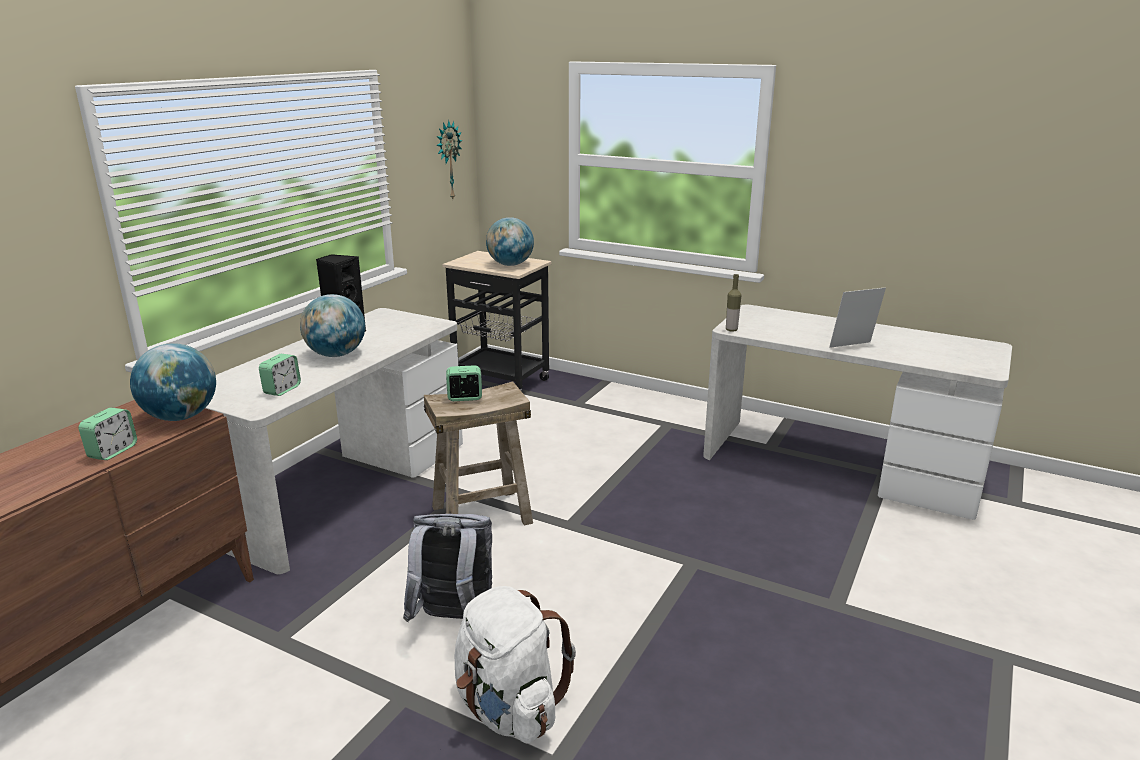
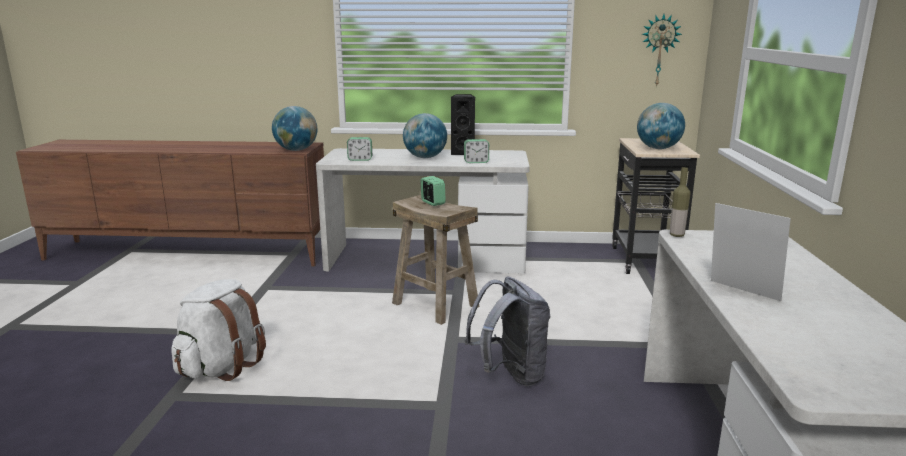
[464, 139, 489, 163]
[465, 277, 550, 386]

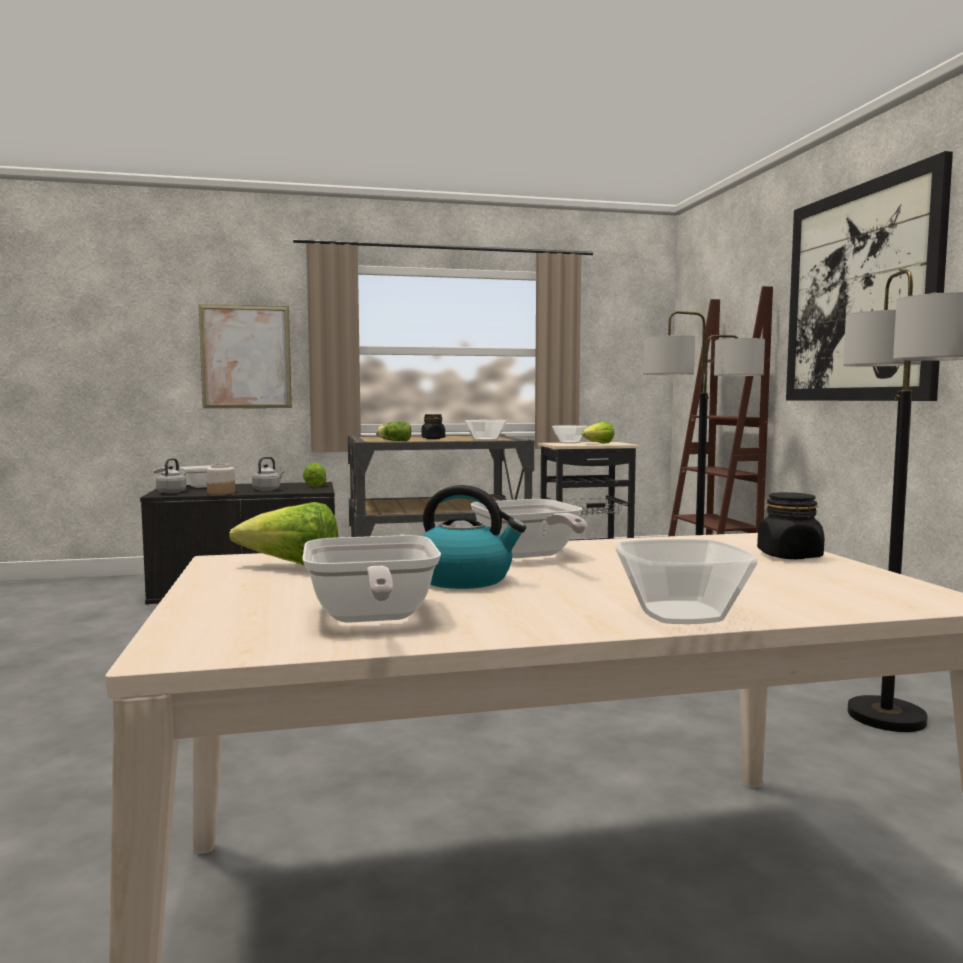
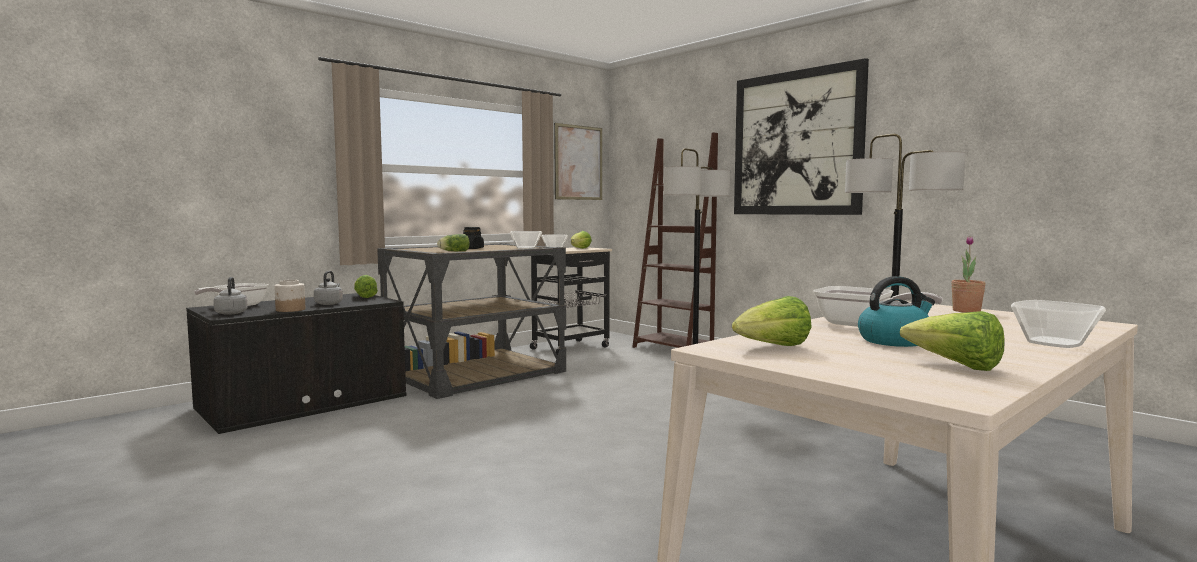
[554, 123, 602, 200]
[951, 236, 986, 313]
[900, 311, 1004, 371]

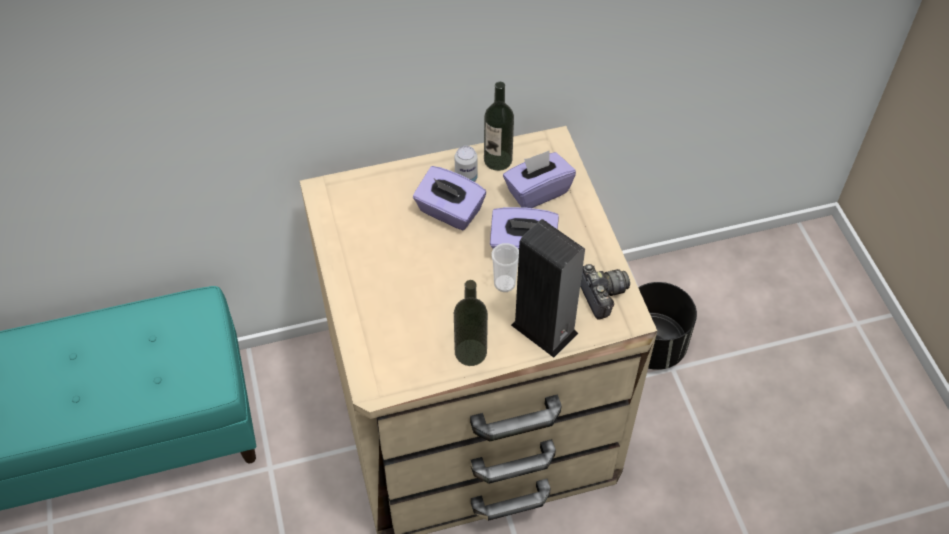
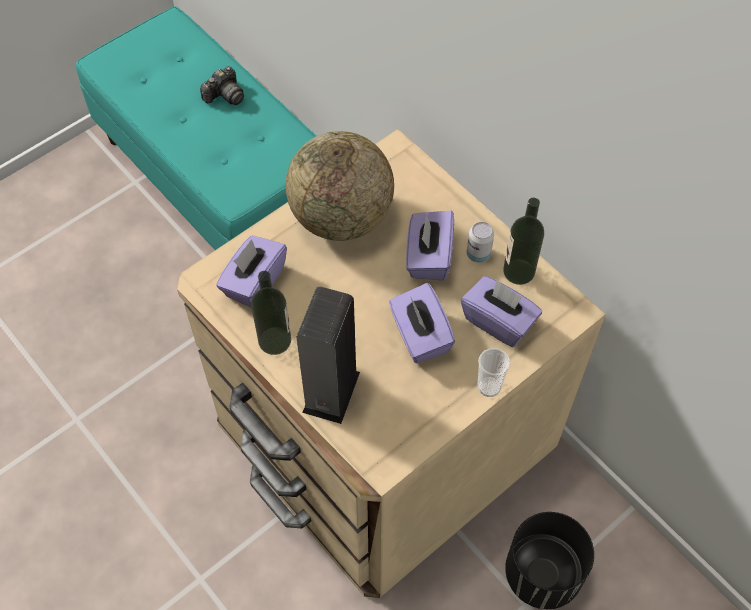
[477, 348, 510, 397]
[200, 66, 244, 105]
[285, 131, 394, 241]
[216, 235, 287, 308]

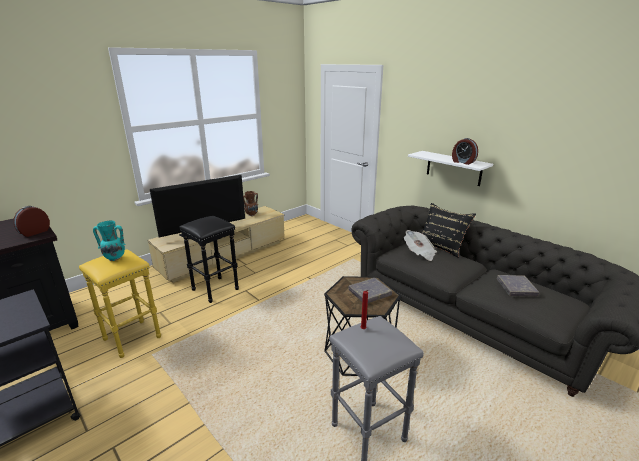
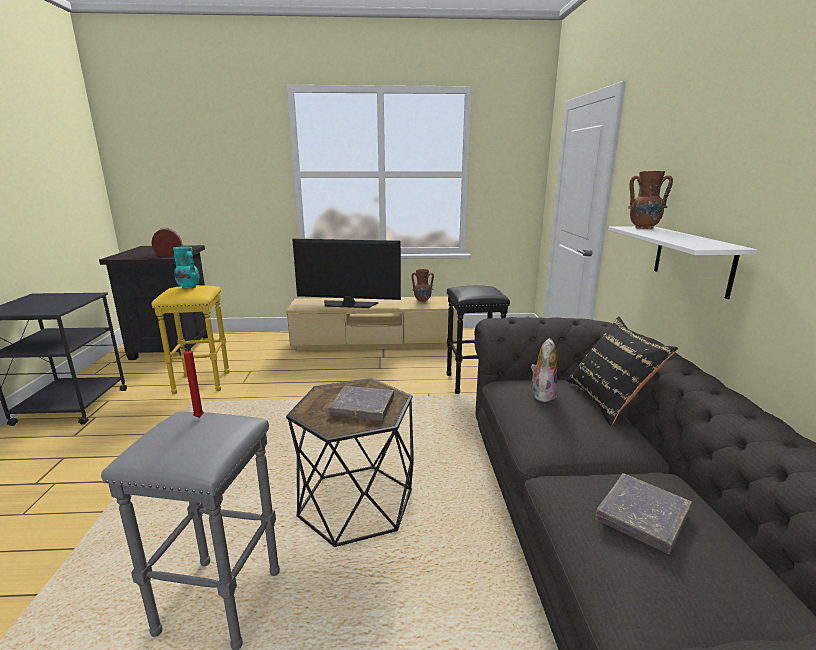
[452, 138, 478, 165] (first image)
[447, 285, 510, 394]
[531, 338, 557, 402]
[628, 171, 673, 229]

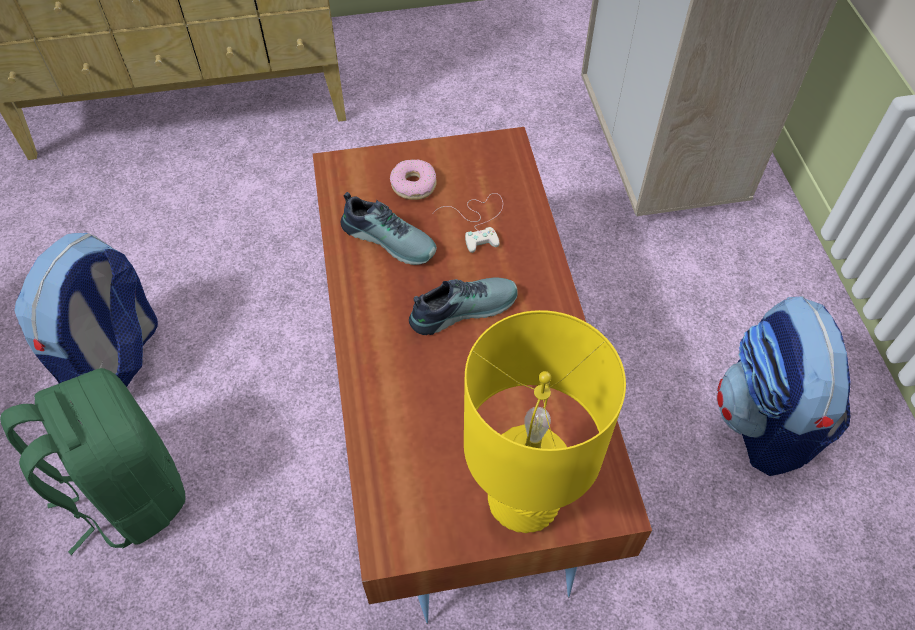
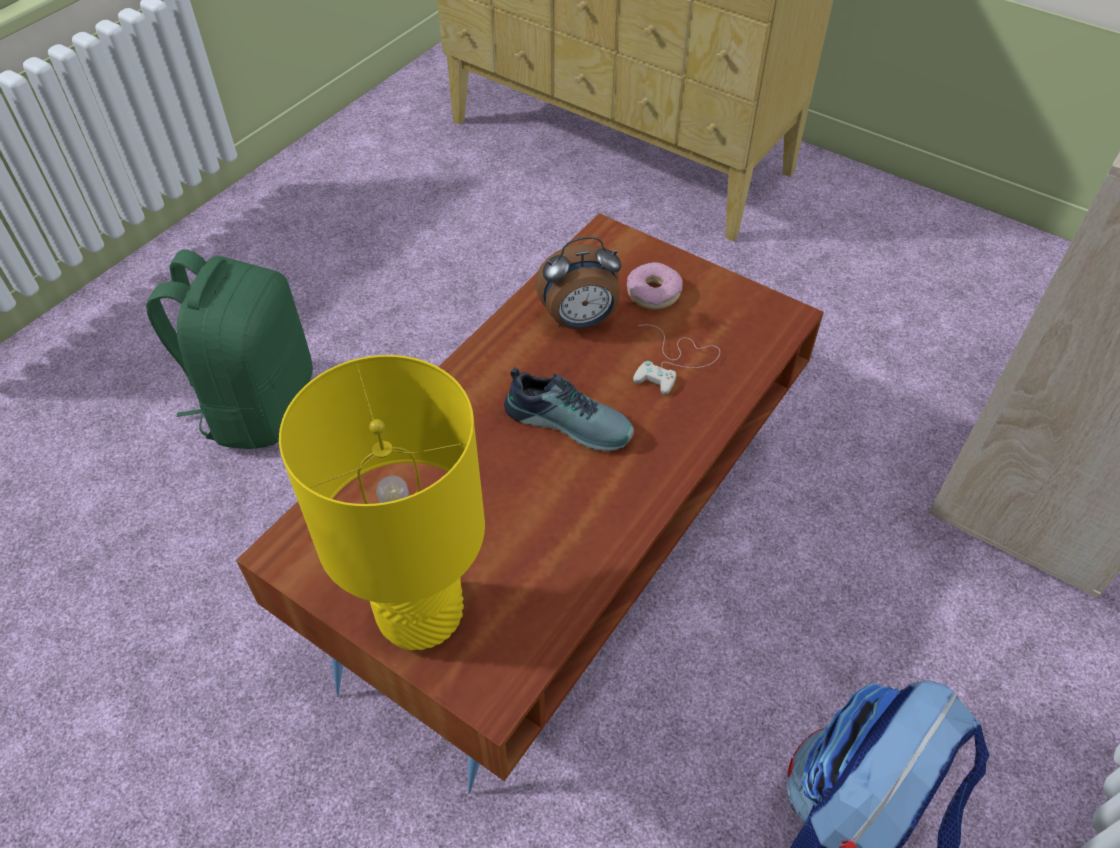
[535, 237, 622, 329]
[15, 233, 158, 387] (first image)

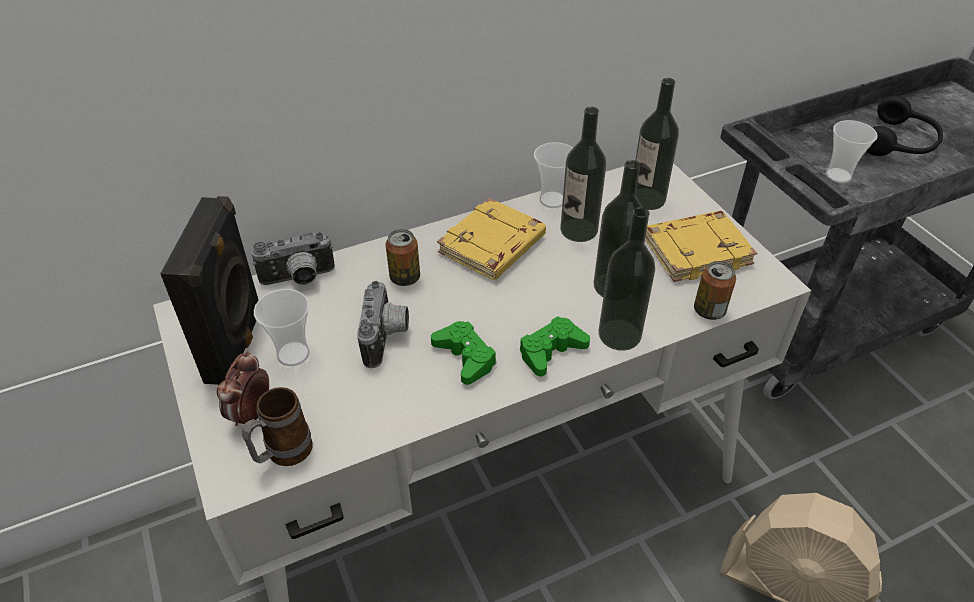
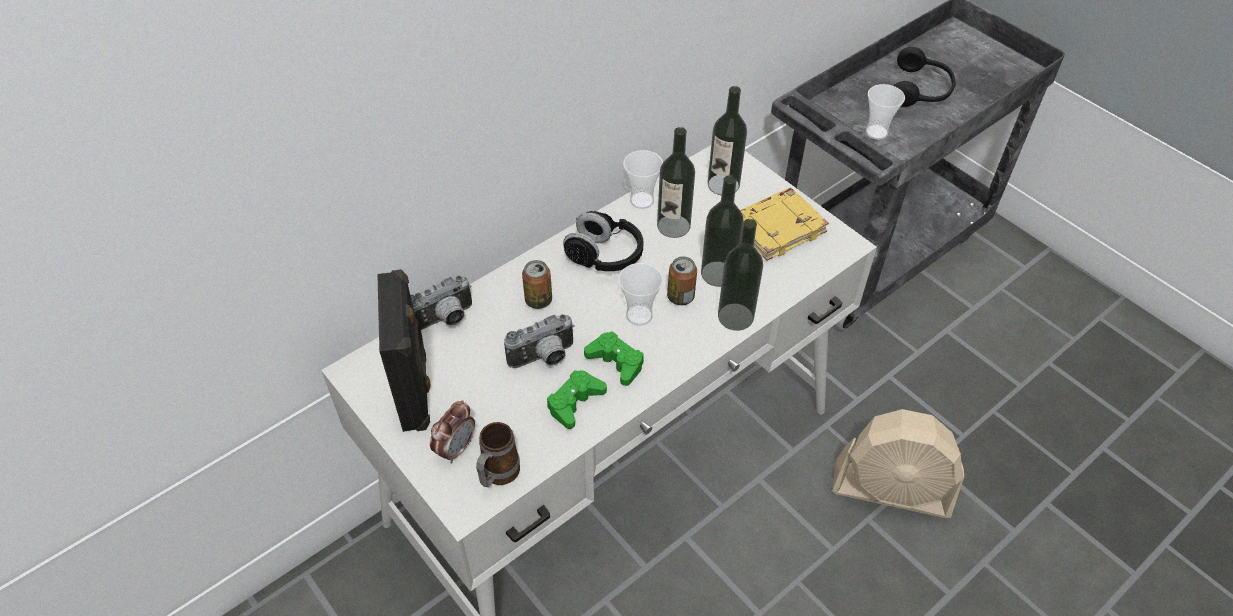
[563, 211, 643, 271]
[667, 256, 697, 305]
[504, 314, 575, 368]
[618, 263, 663, 326]
[547, 370, 607, 429]
[430, 400, 475, 464]

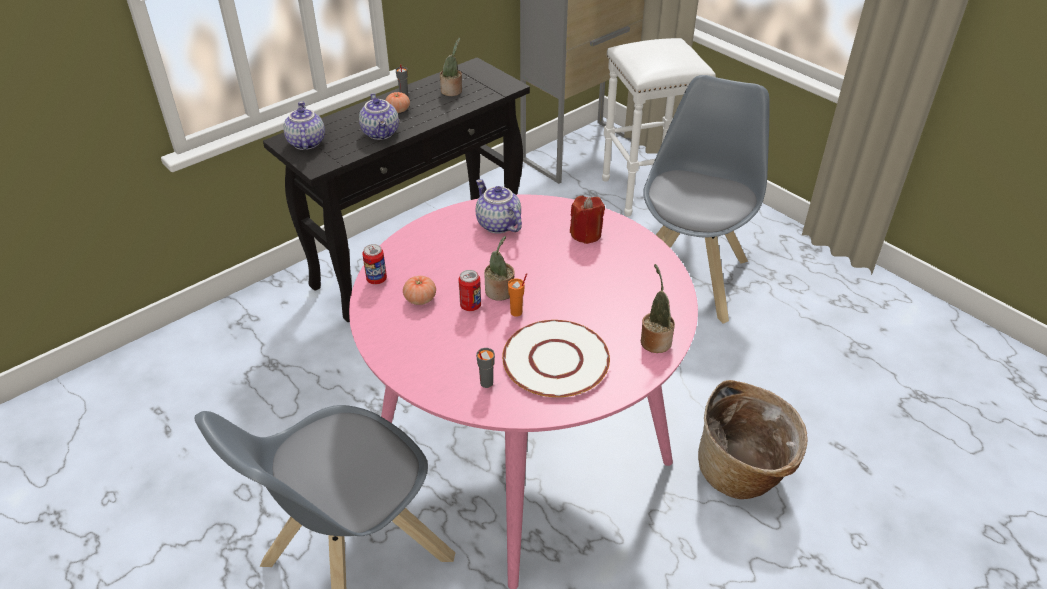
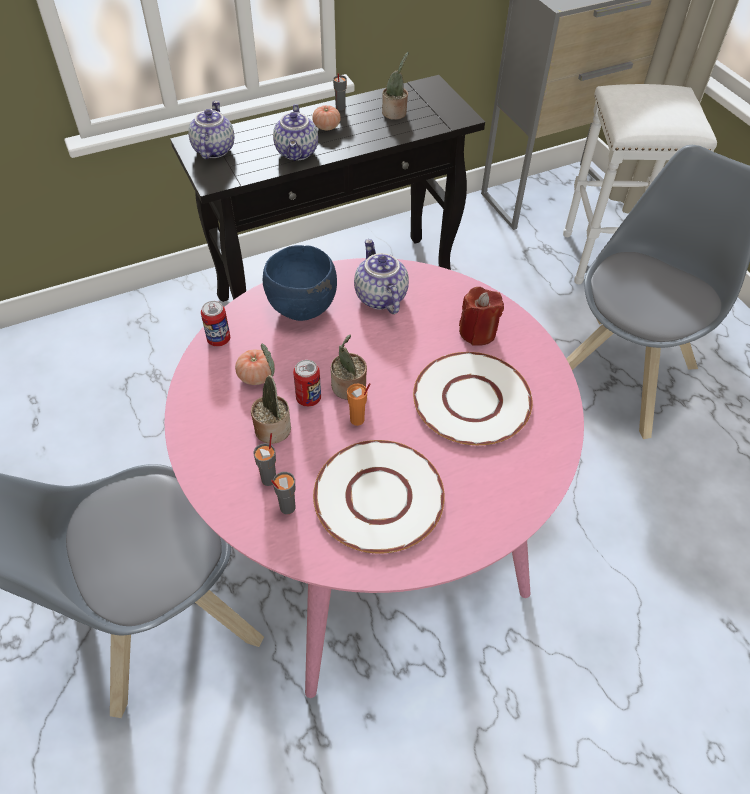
[251, 344, 291, 444]
[698, 380, 808, 499] (first image)
[263, 245, 337, 321]
[413, 352, 532, 445]
[253, 433, 276, 486]

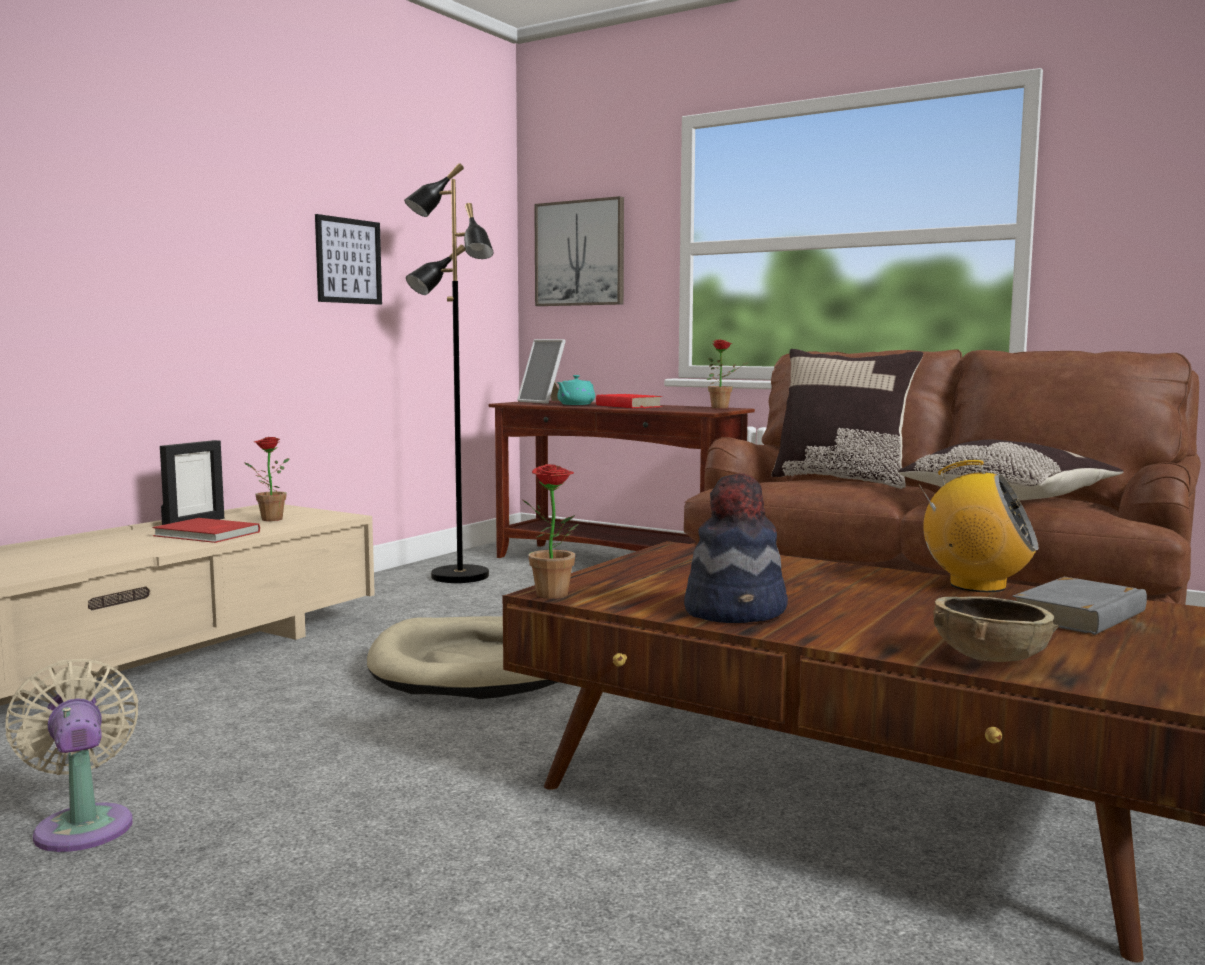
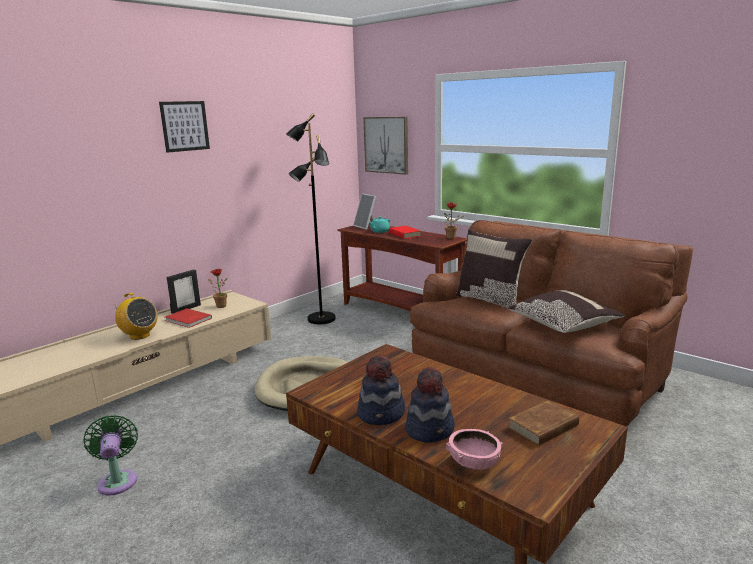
[159, 101, 210, 153]
[113, 293, 158, 340]
[523, 464, 579, 599] (first image)
[508, 400, 579, 446]
[446, 429, 503, 470]
[84, 415, 138, 496]
[405, 367, 455, 443]

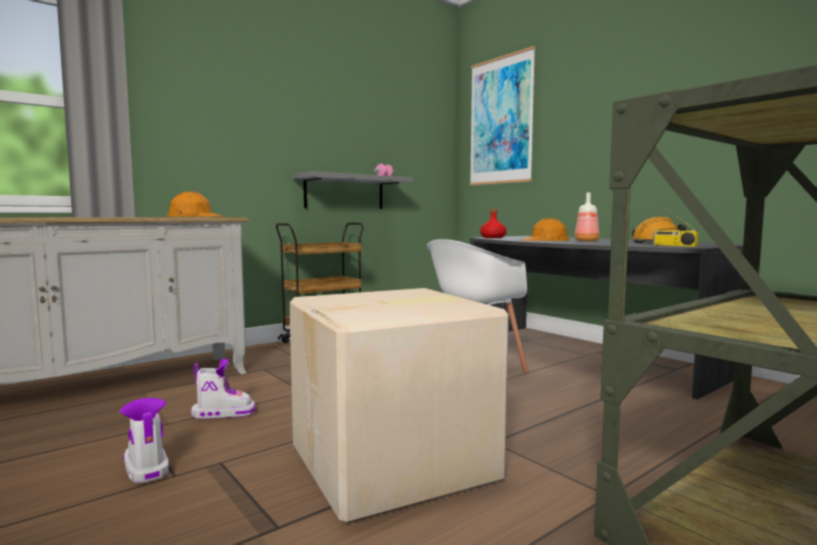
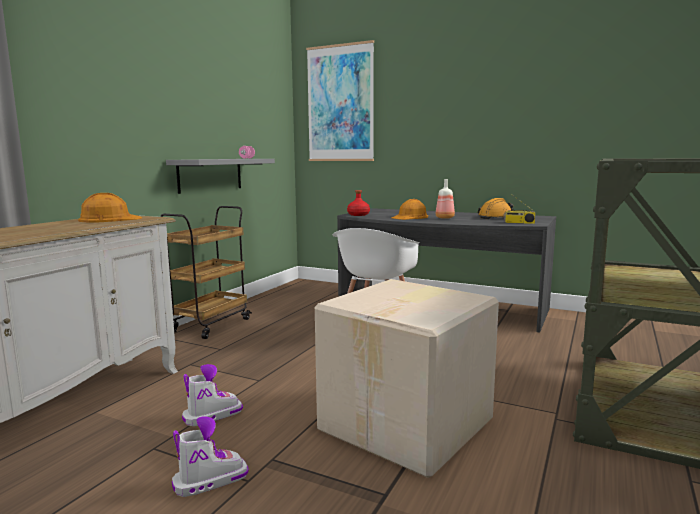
[172, 416, 248, 497]

